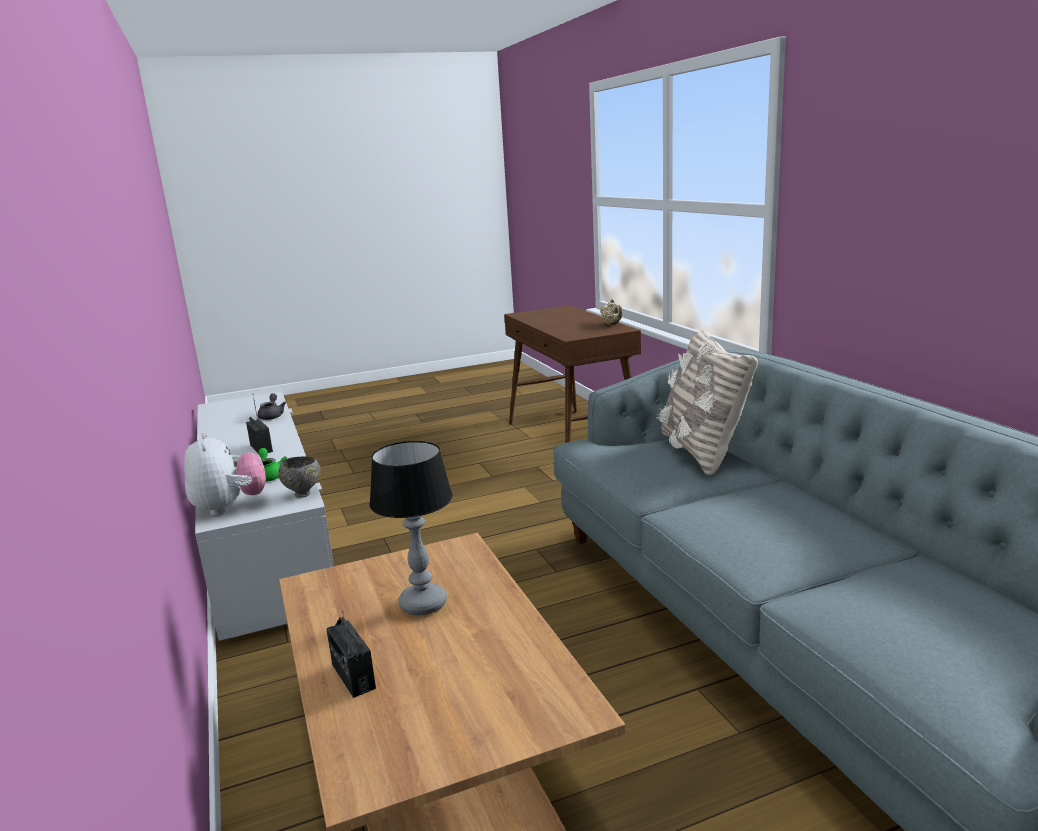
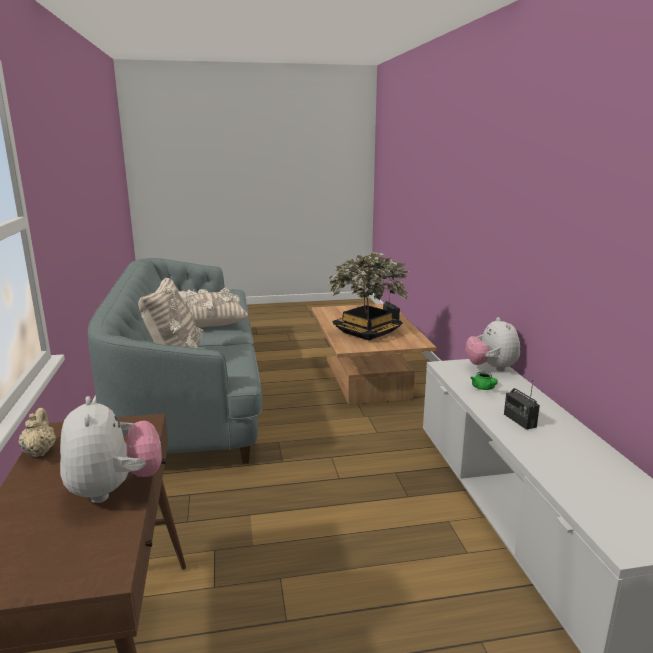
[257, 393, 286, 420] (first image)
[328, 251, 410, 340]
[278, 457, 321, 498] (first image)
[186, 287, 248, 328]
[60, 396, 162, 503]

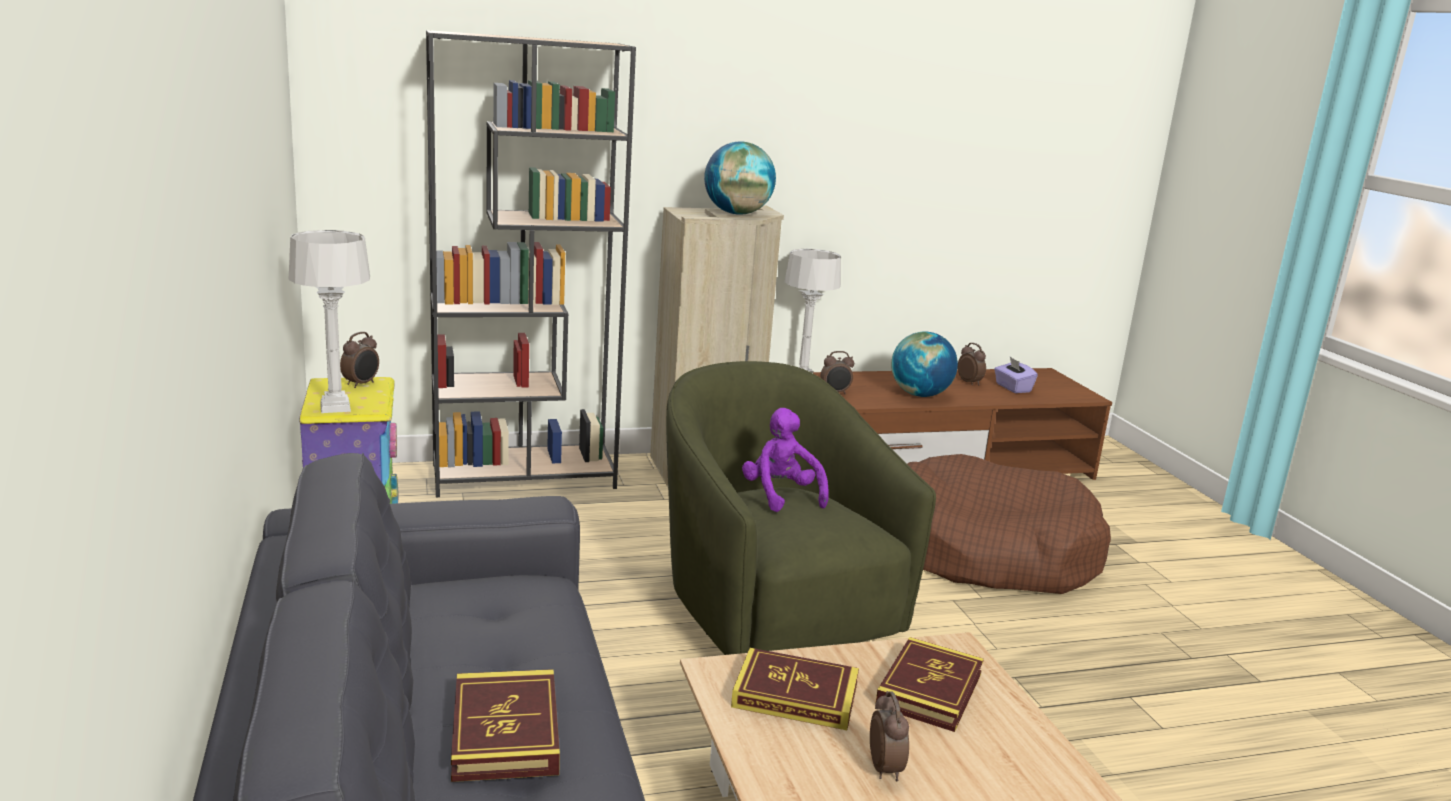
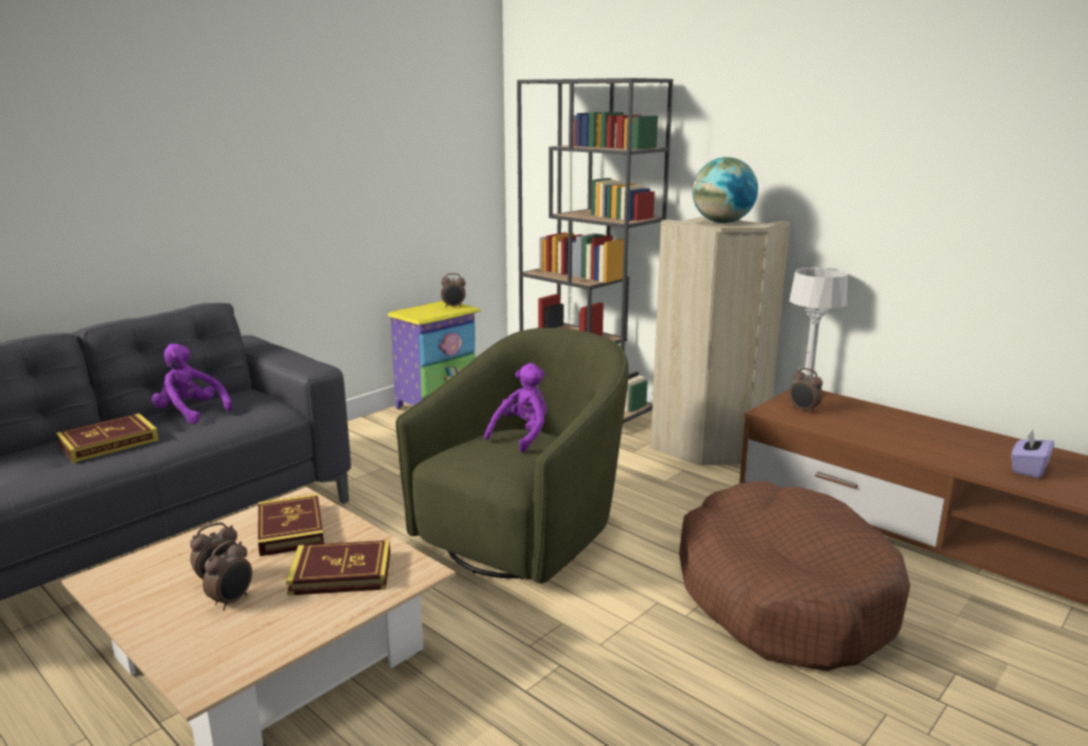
[288, 230, 370, 413] (first image)
[891, 332, 958, 397] (first image)
[203, 540, 252, 610]
[152, 344, 232, 424]

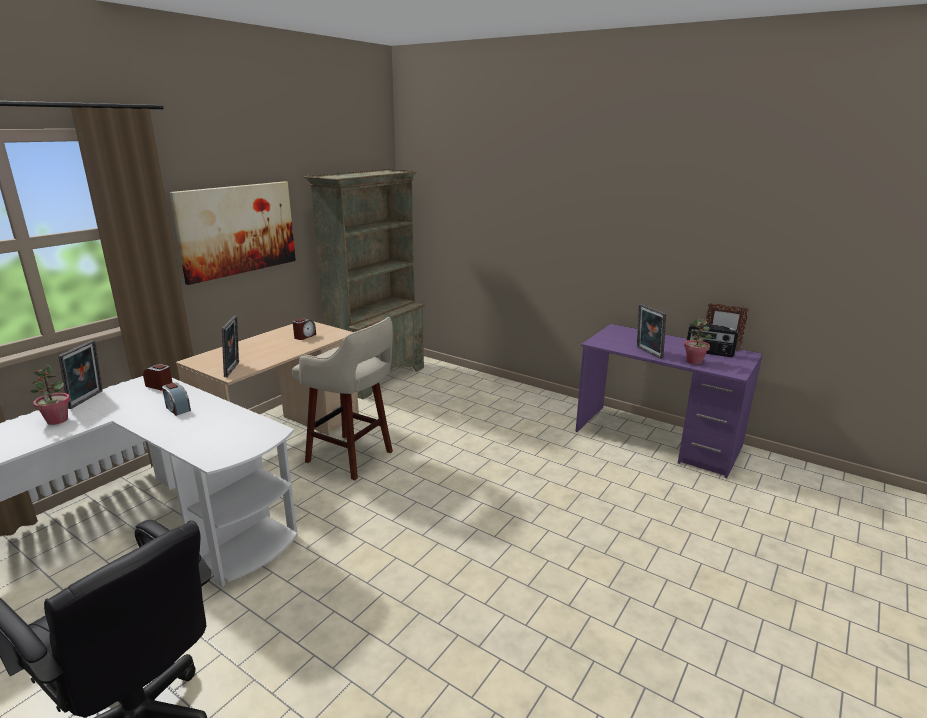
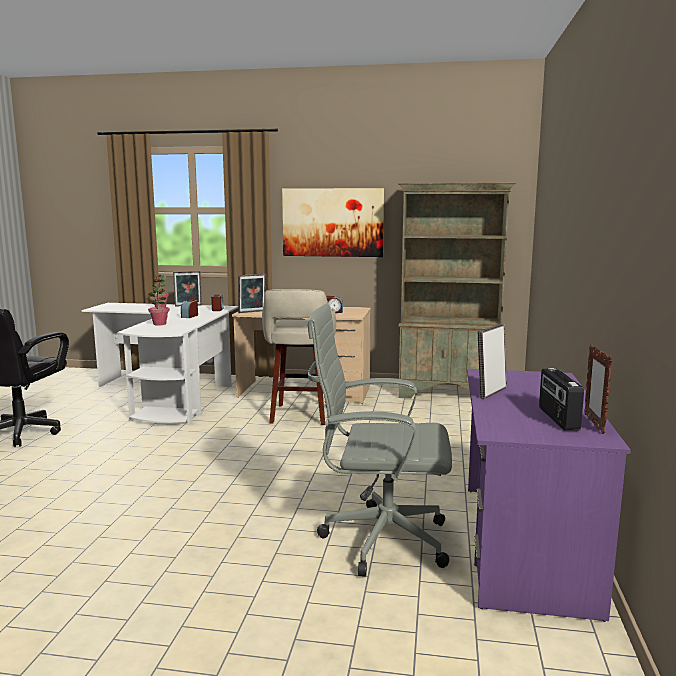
[148, 286, 170, 325]
[308, 303, 452, 577]

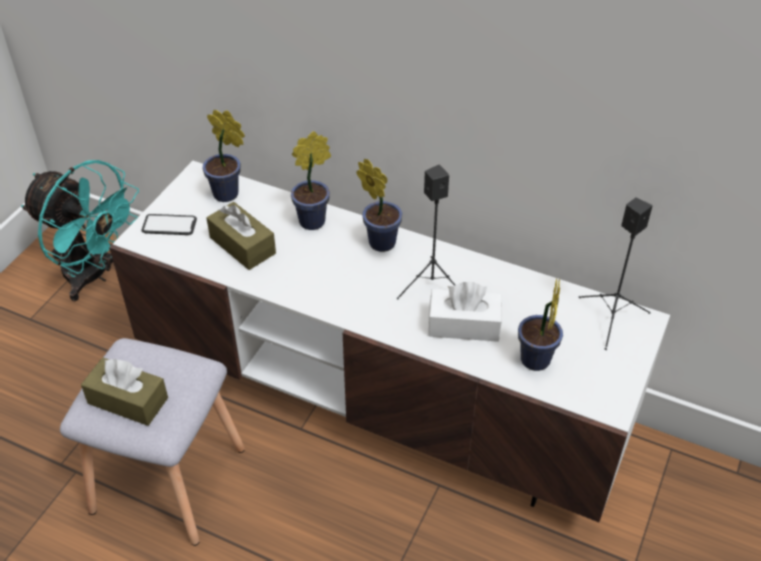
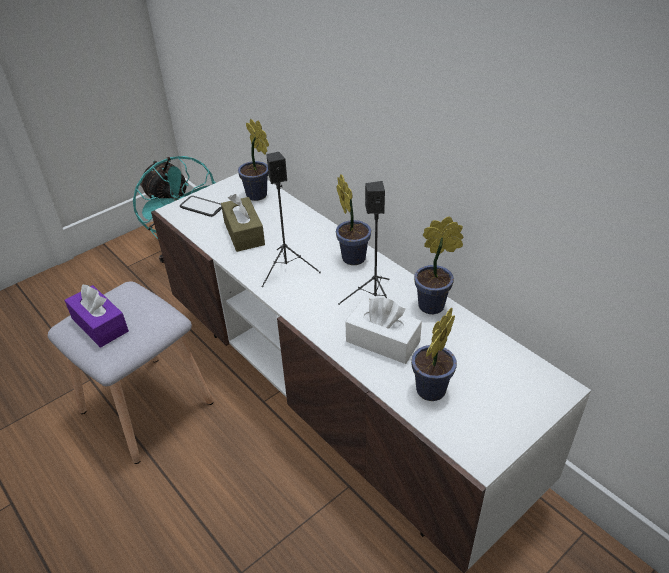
[414, 216, 464, 314]
[262, 152, 321, 287]
[64, 284, 129, 348]

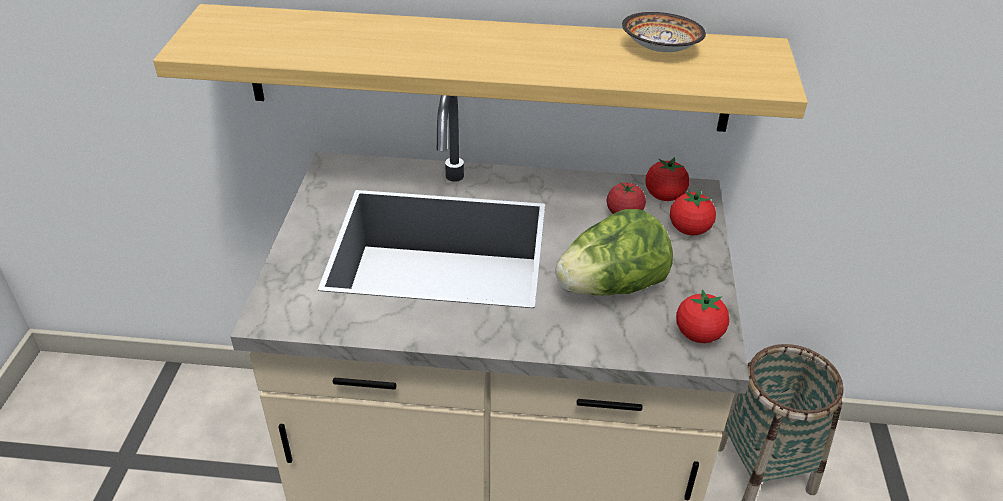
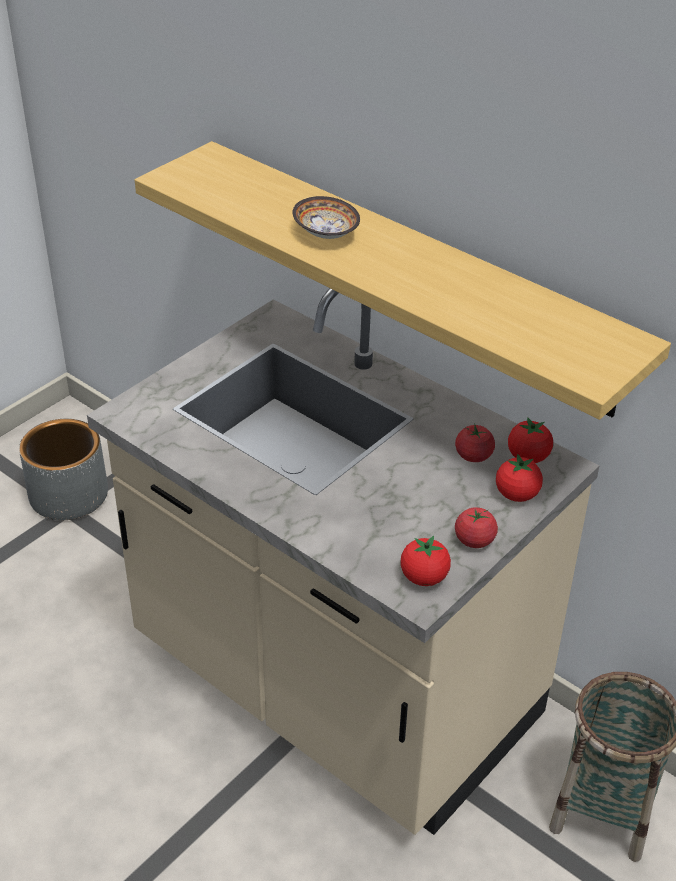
[293, 196, 360, 239]
[555, 209, 673, 296] (first image)
[19, 419, 108, 520]
[455, 507, 498, 548]

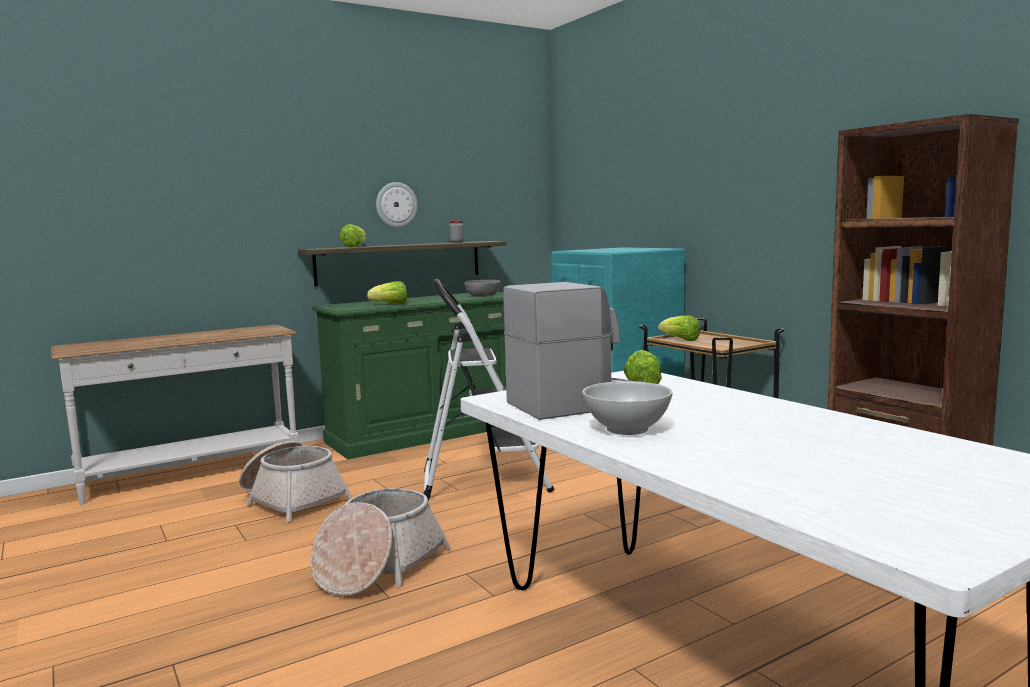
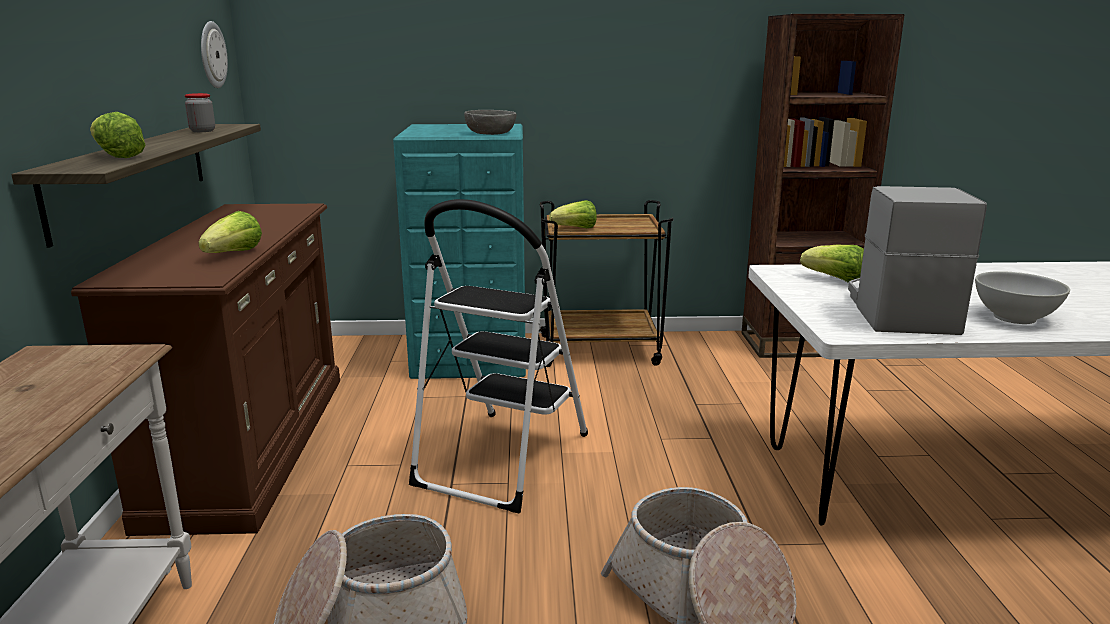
[201, 21, 228, 88]
[464, 110, 516, 135]
[71, 204, 340, 536]

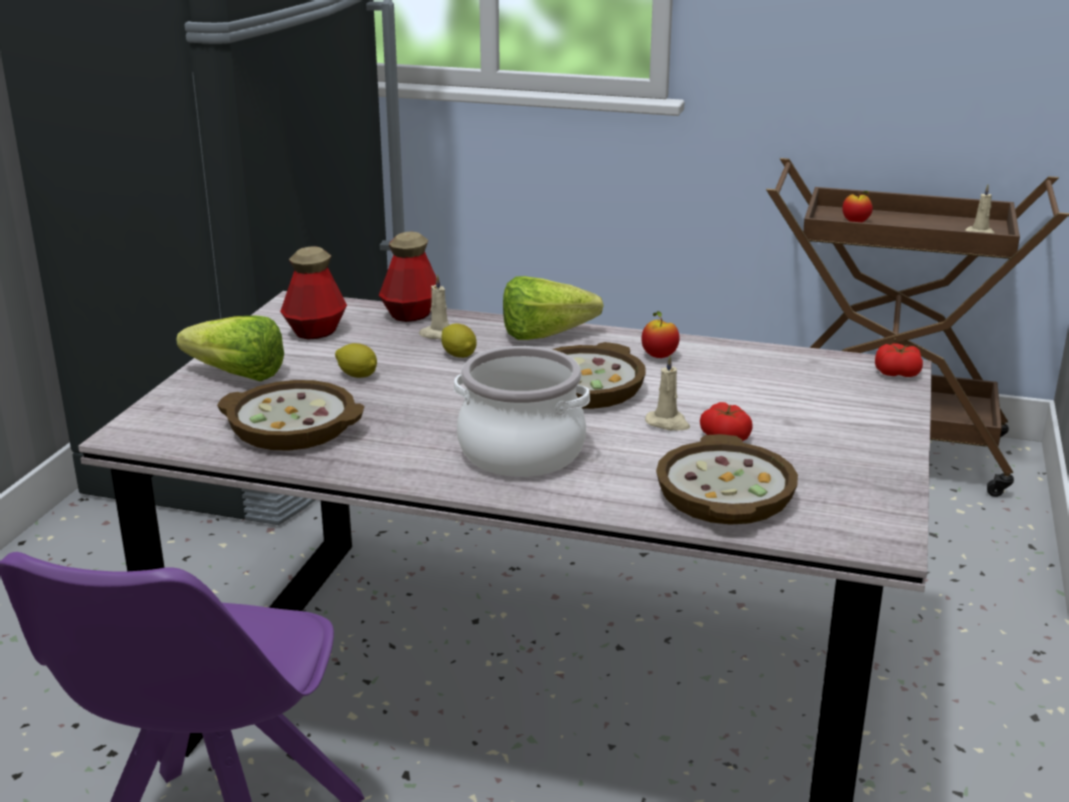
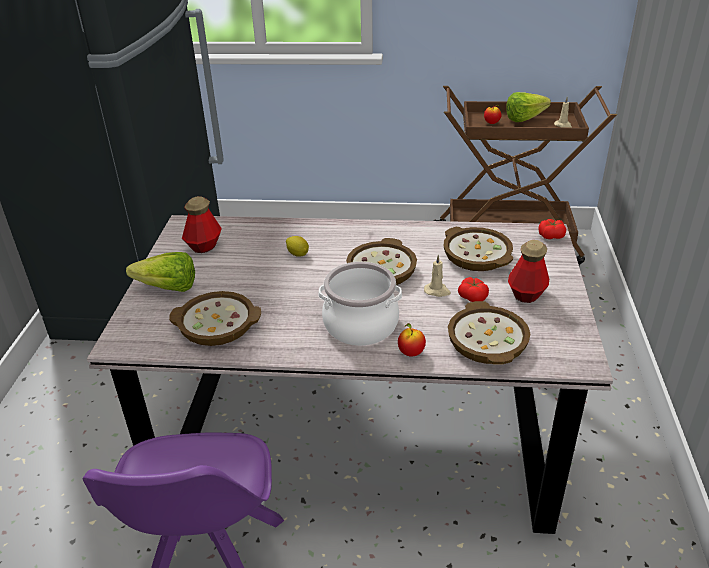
[508, 240, 549, 303]
[419, 274, 449, 340] (first image)
[506, 92, 551, 122]
[398, 323, 426, 357]
[335, 343, 377, 378] (first image)
[444, 227, 513, 271]

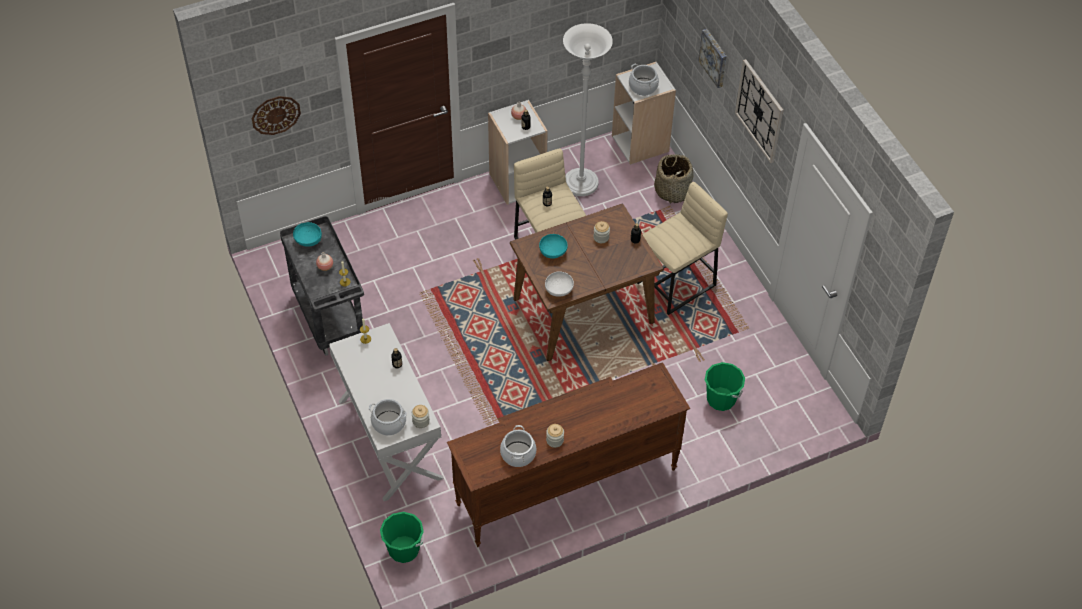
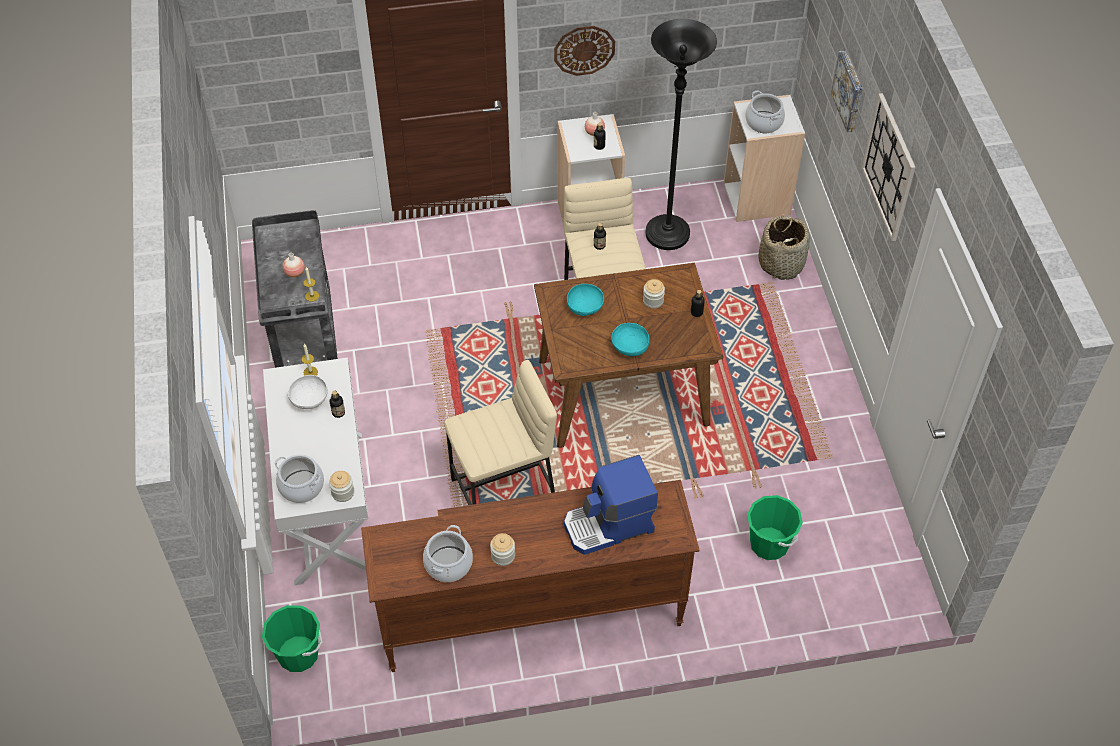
[645, 19, 717, 250]
[554, 26, 615, 76]
[444, 360, 557, 505]
[611, 323, 650, 356]
[288, 375, 328, 409]
[564, 455, 658, 555]

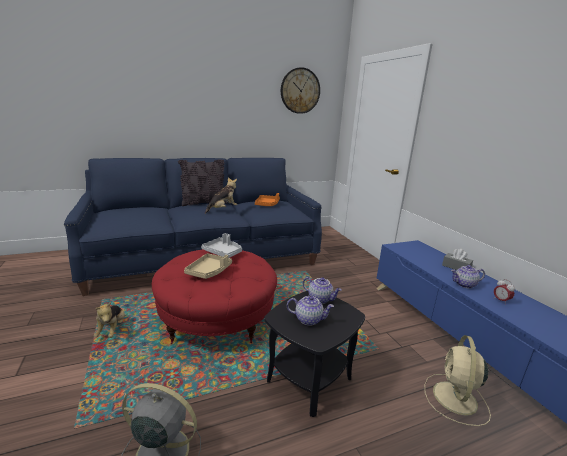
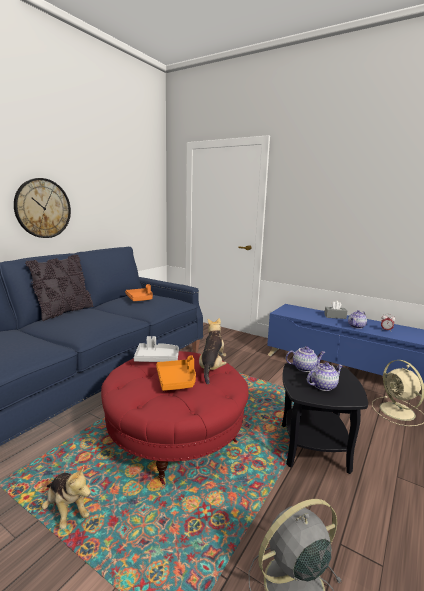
[14, 178, 71, 238]
[199, 318, 227, 385]
[156, 355, 196, 391]

